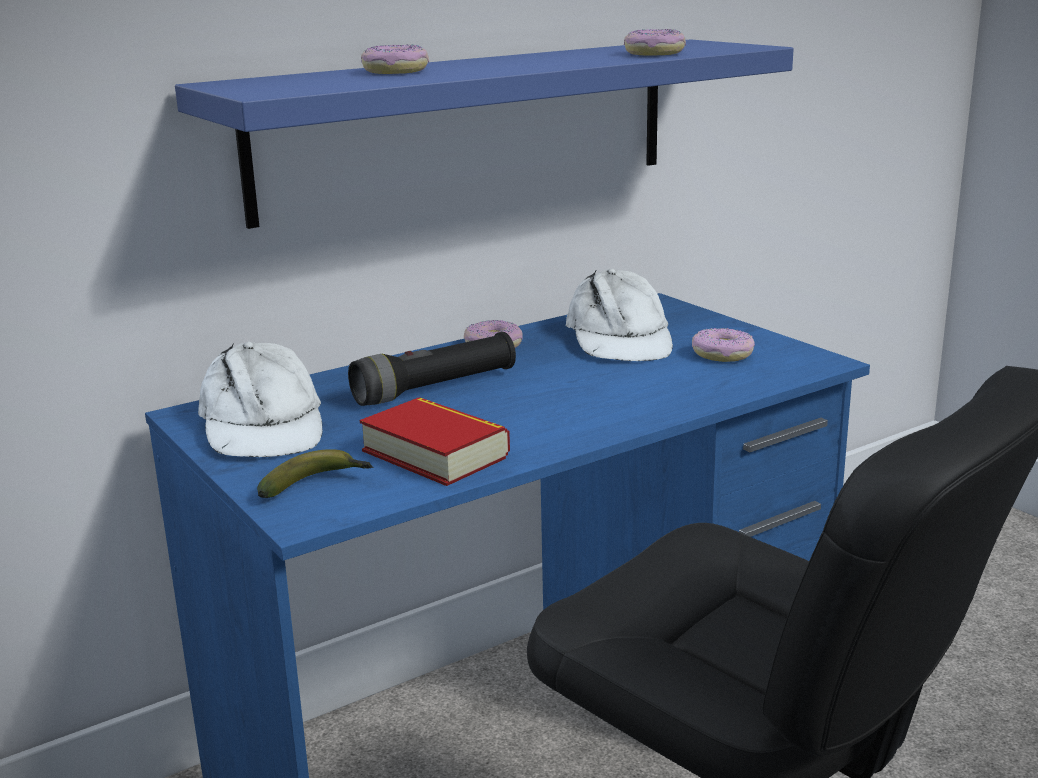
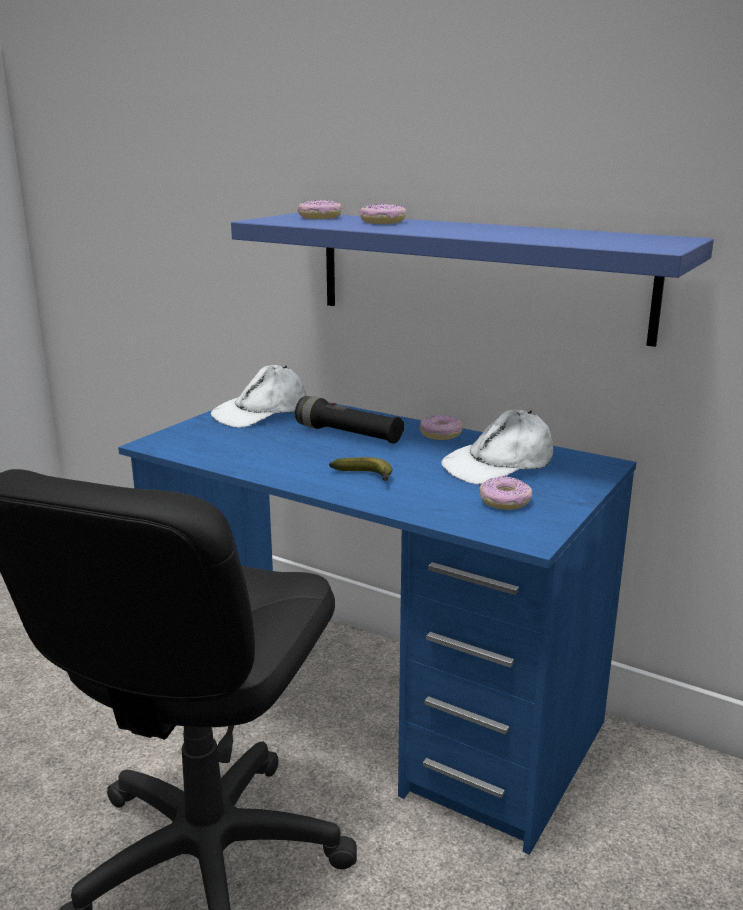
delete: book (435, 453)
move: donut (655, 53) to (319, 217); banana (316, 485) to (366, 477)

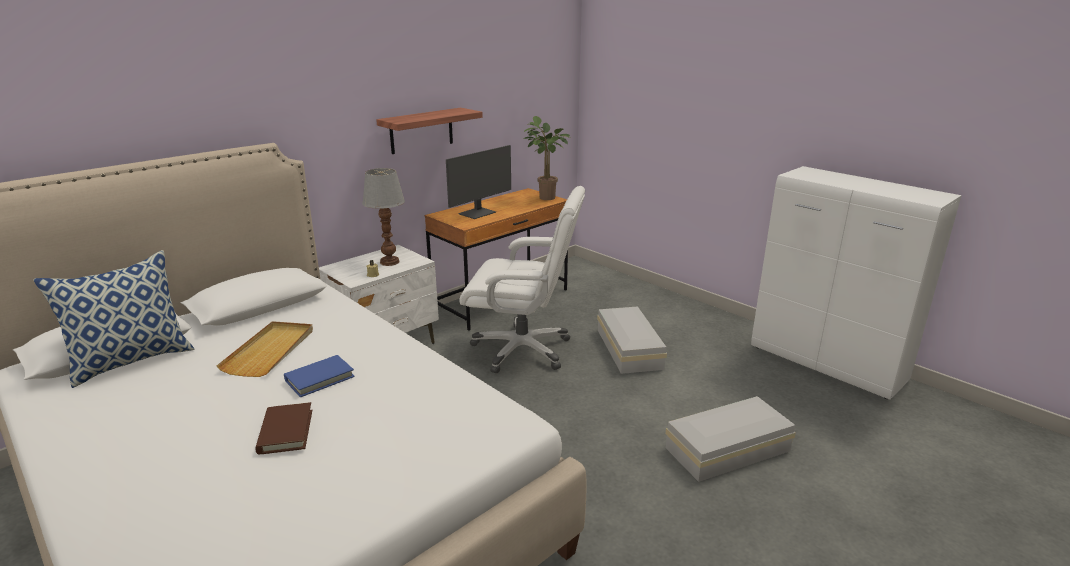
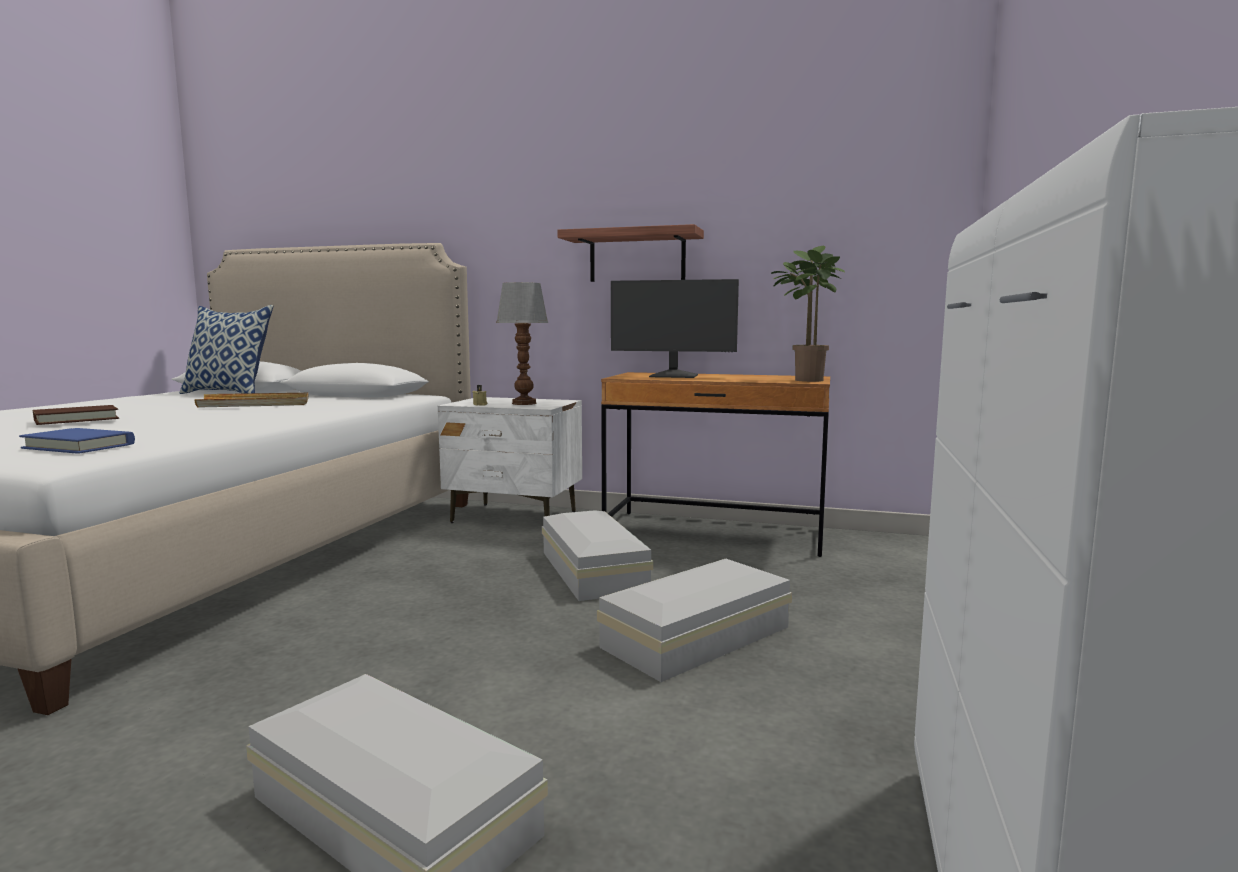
move: blue_book (319, 378) to (79, 446)
replace: white_office_chair (523, 349) to white_storage_box (592, 572)

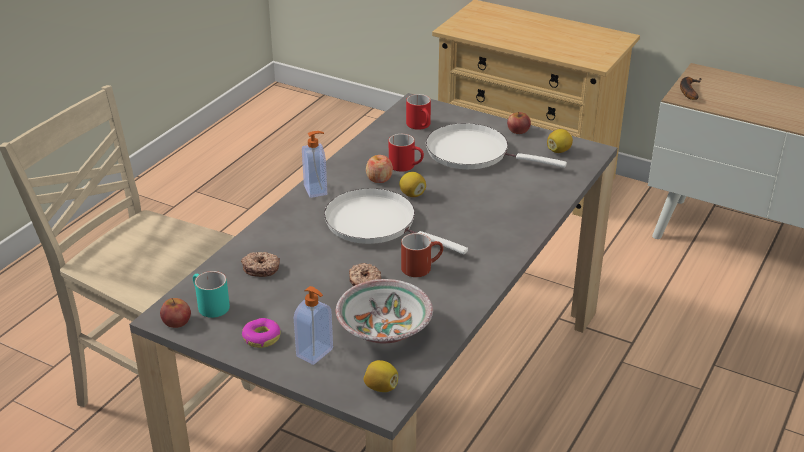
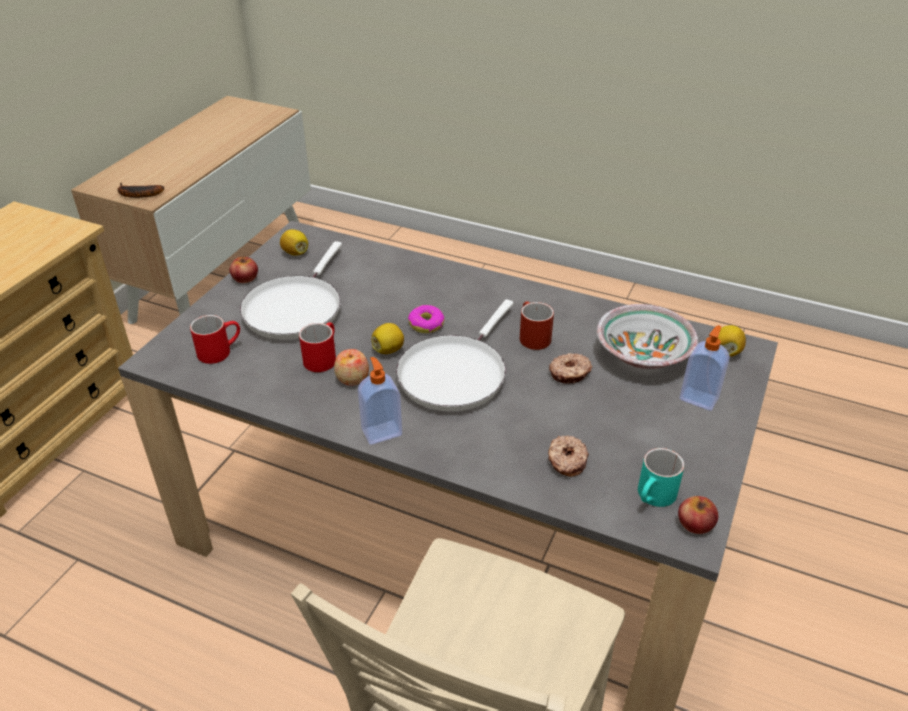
move: donut (261, 338) to (426, 324)

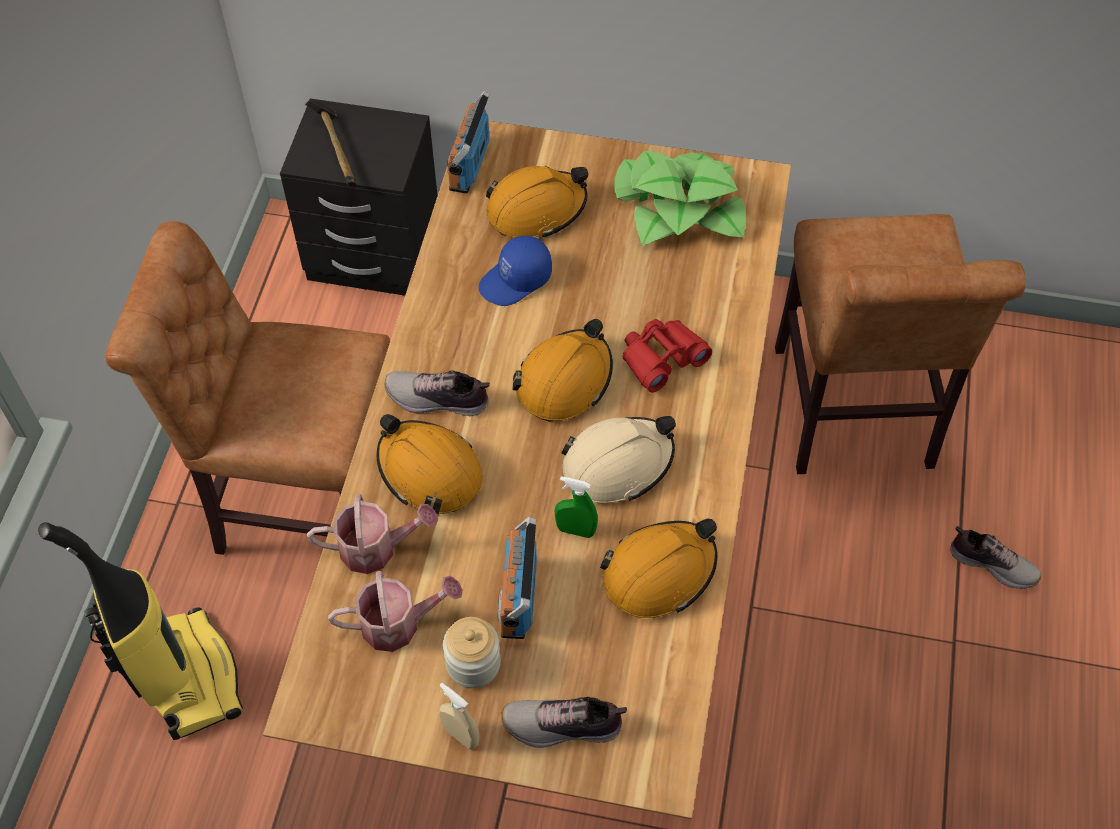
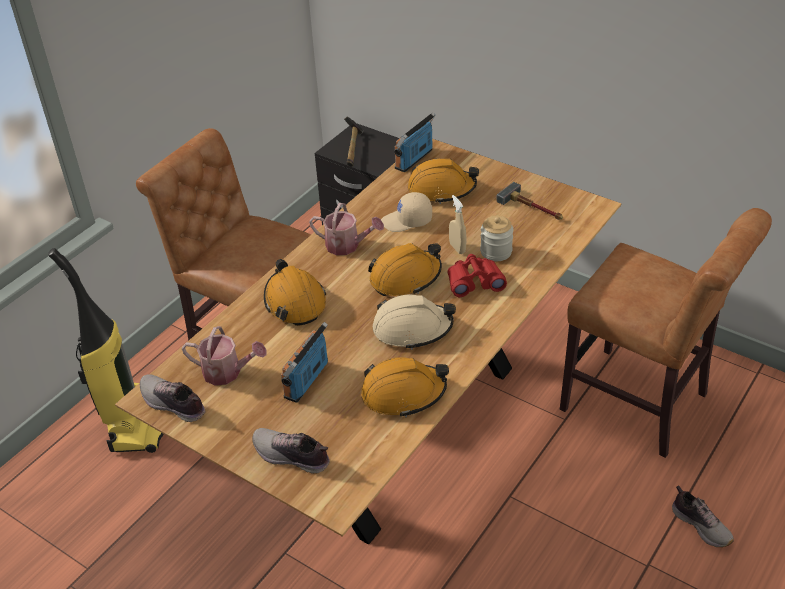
delete: green_spray_bottle (575, 530)
move: shoe (438, 400) to (173, 404); watering_can (376, 548) to (347, 246); beige_spray_bottle (461, 735) to (457, 248); jar (473, 664) to (496, 252)
replace: potted_plant (679, 207) to hammer (533, 208)
recolor: blue_cap (516, 280) to beige_cap (407, 221)
rotate: brown_chair (854, 416) = (641, 405) 75 degrees counterclockwise

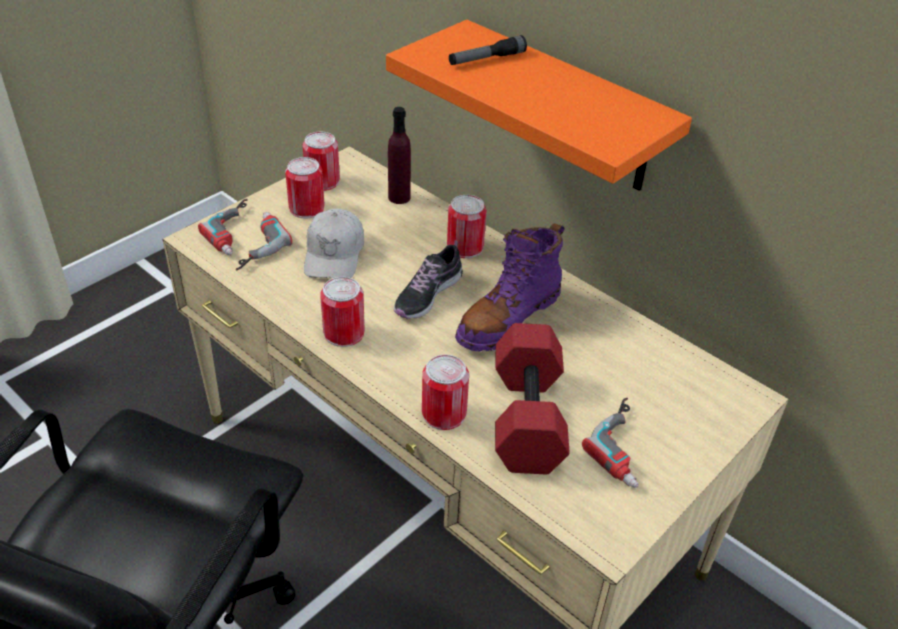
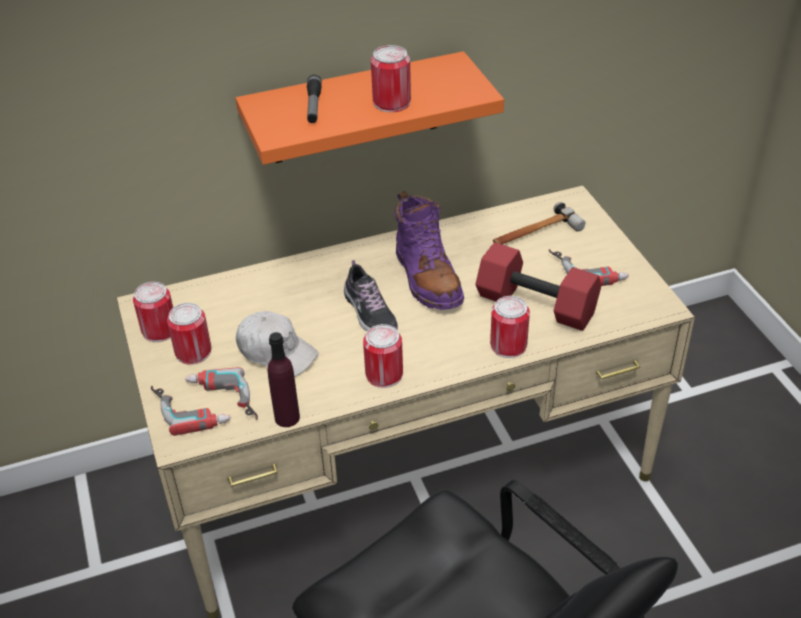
insert: hammer (535, 233)
move: purple_bottle (399, 197) to (287, 417); can (465, 247) to (391, 102)

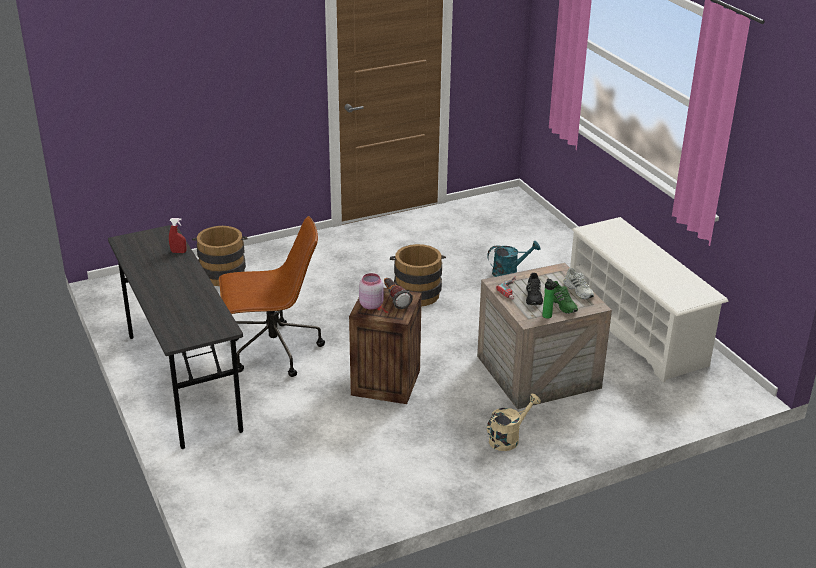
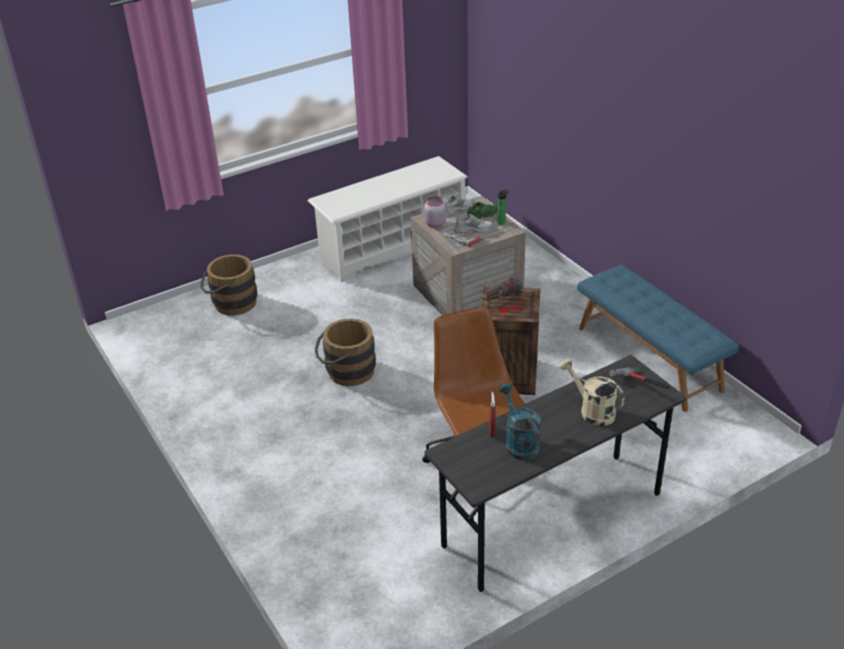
insert: blue_bench (649, 358); hammer (636, 388)
move: brown_bucket (223, 272) to (231, 303); pink_jar (371, 305) to (434, 224); turquoise_watering_can (509, 272) to (519, 442); beige_watering_can (508, 438) to (592, 411)
recolor: black_shoe (534, 297) to white_shoe (473, 229)

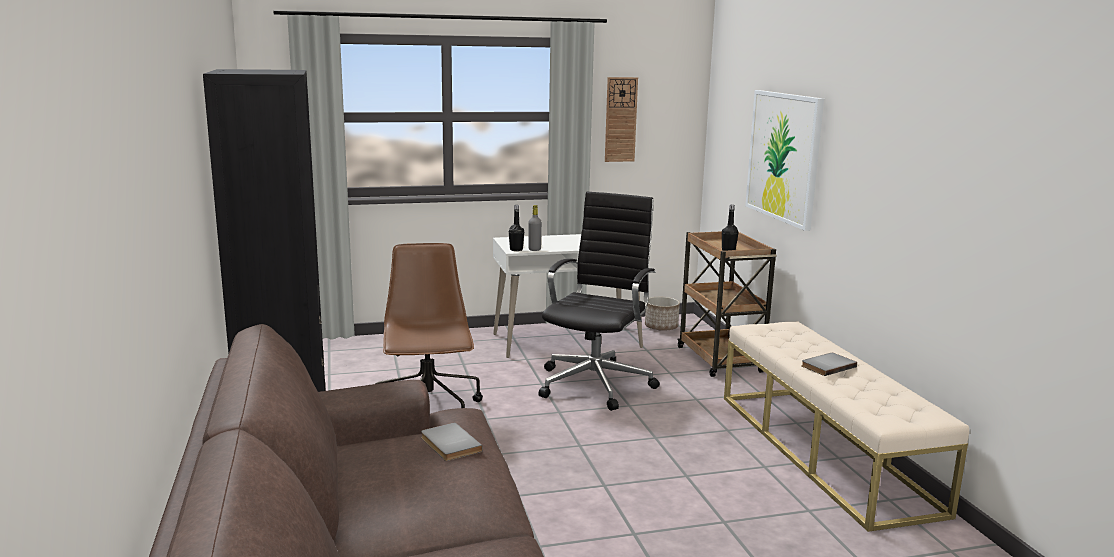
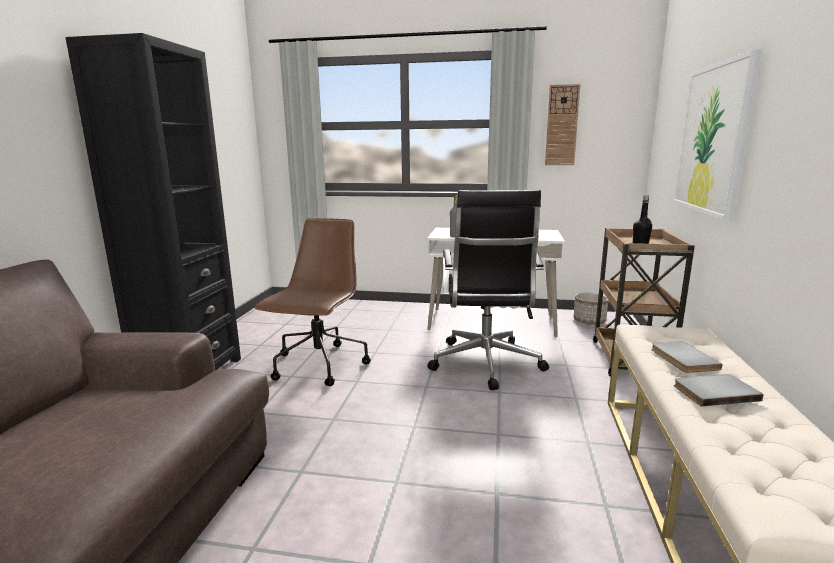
delete: black_bottle (516, 249)
move: grey_book (448, 444) to (681, 359)
rotate: black_office_chair (596, 383) = (485, 364) 135 degrees clockwise

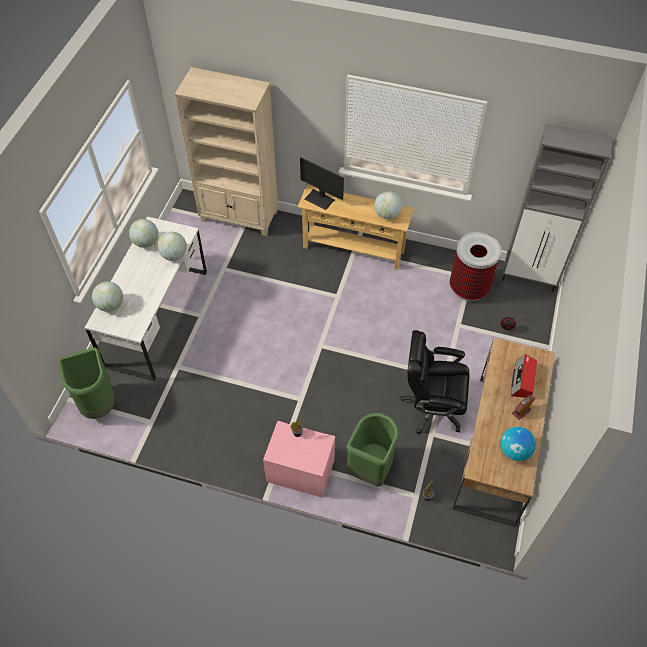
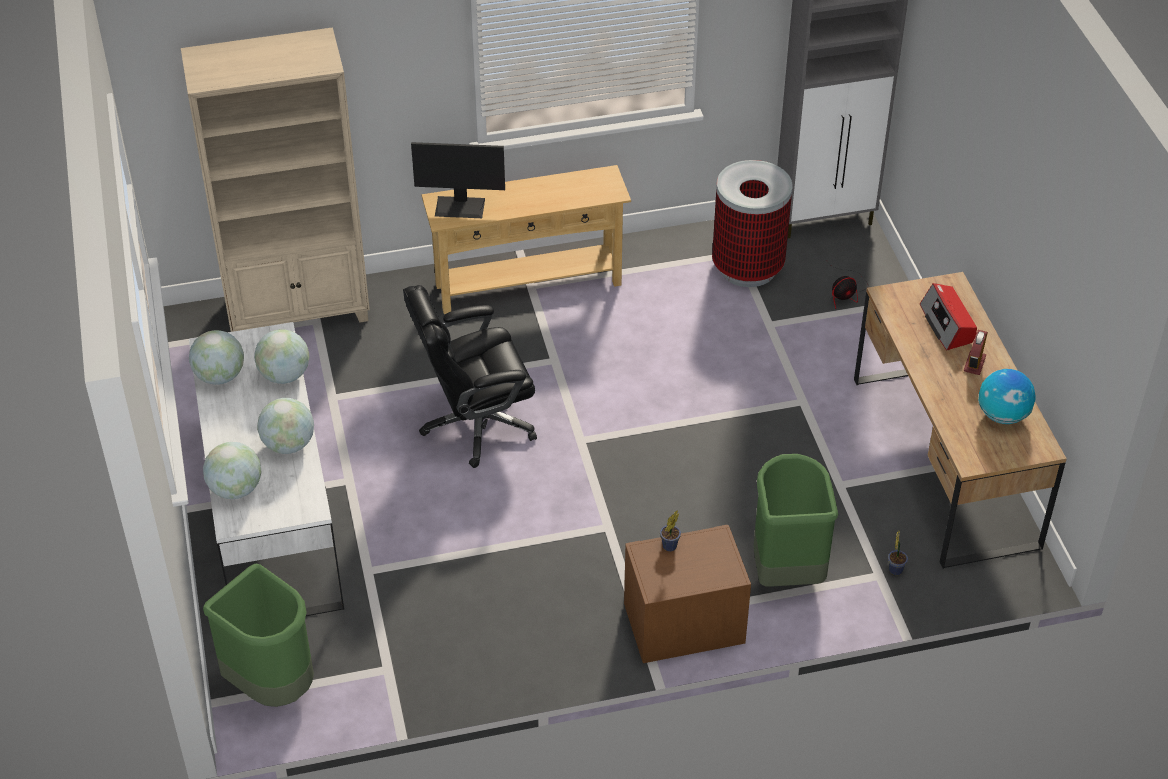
move: globe (387, 214) to (289, 445); black_office_chair (432, 406) to (476, 424)
recolor: pink_nightstand (300, 470) to brown_nightstand (683, 623)

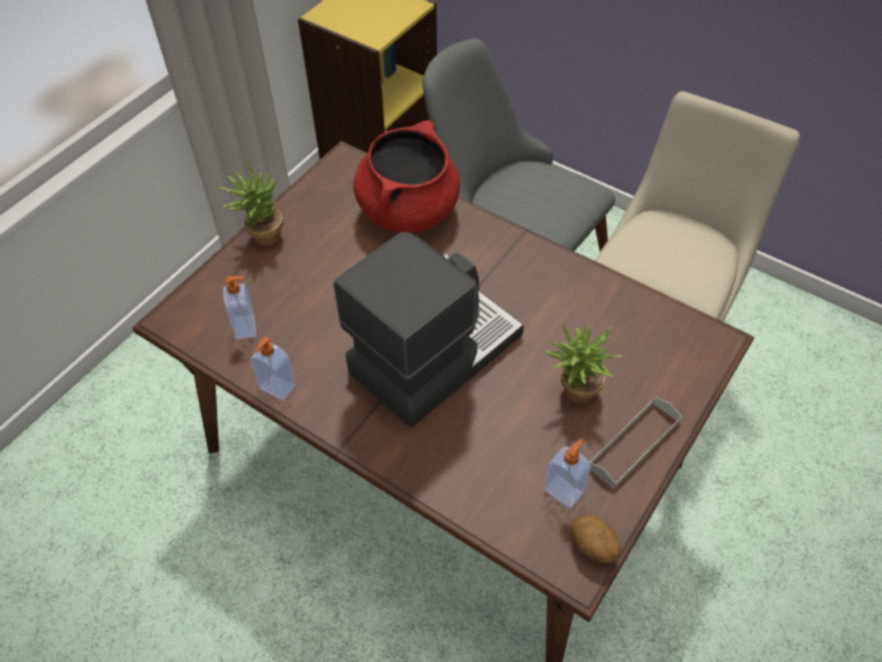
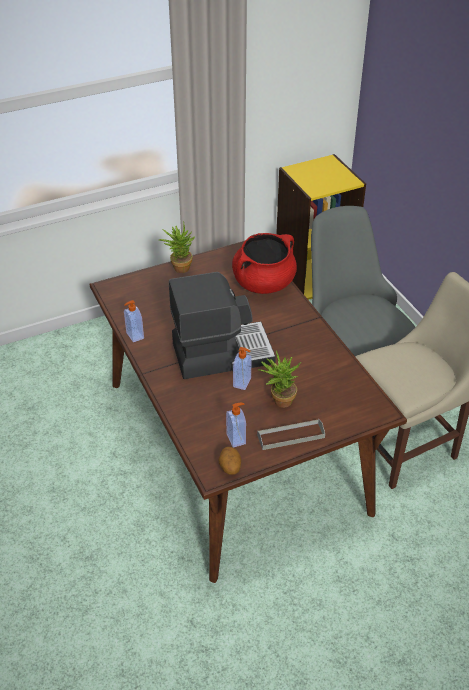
move: soap_dispenser (246, 327) to (242, 383)

